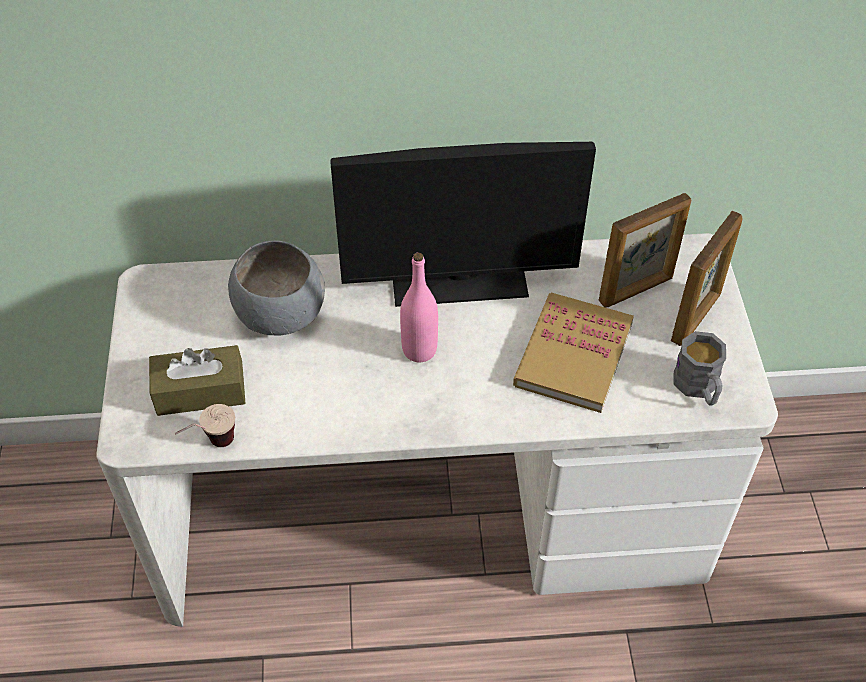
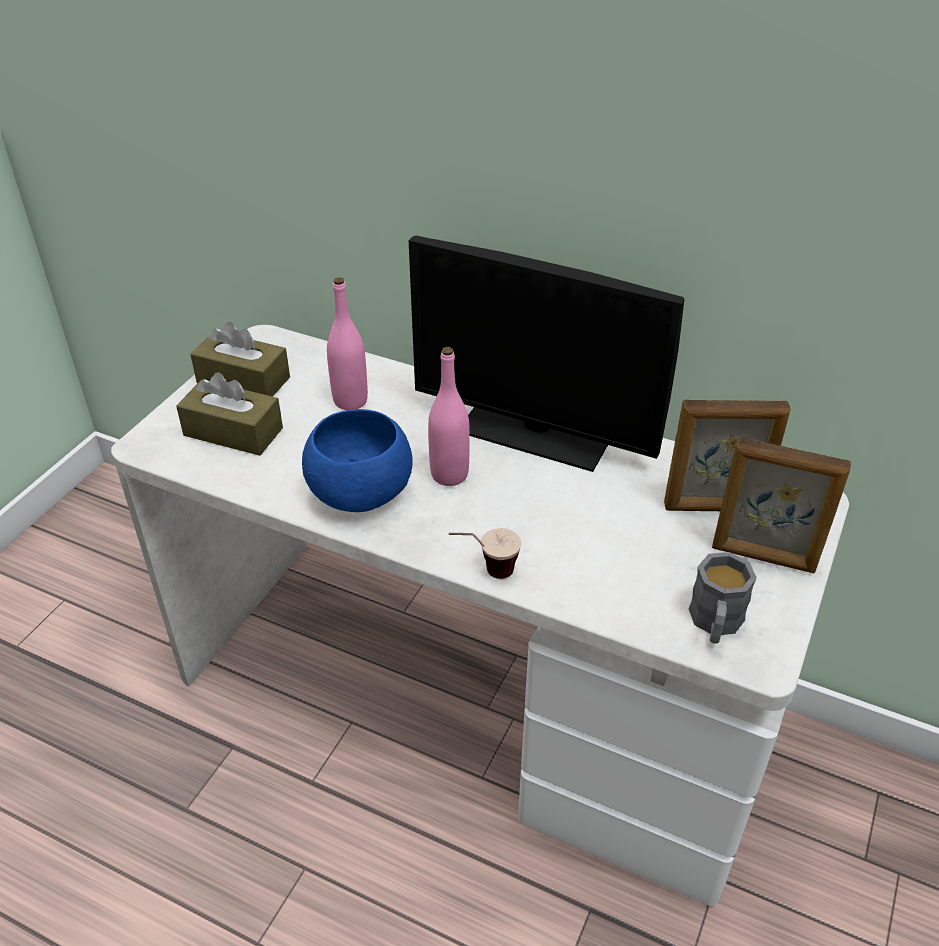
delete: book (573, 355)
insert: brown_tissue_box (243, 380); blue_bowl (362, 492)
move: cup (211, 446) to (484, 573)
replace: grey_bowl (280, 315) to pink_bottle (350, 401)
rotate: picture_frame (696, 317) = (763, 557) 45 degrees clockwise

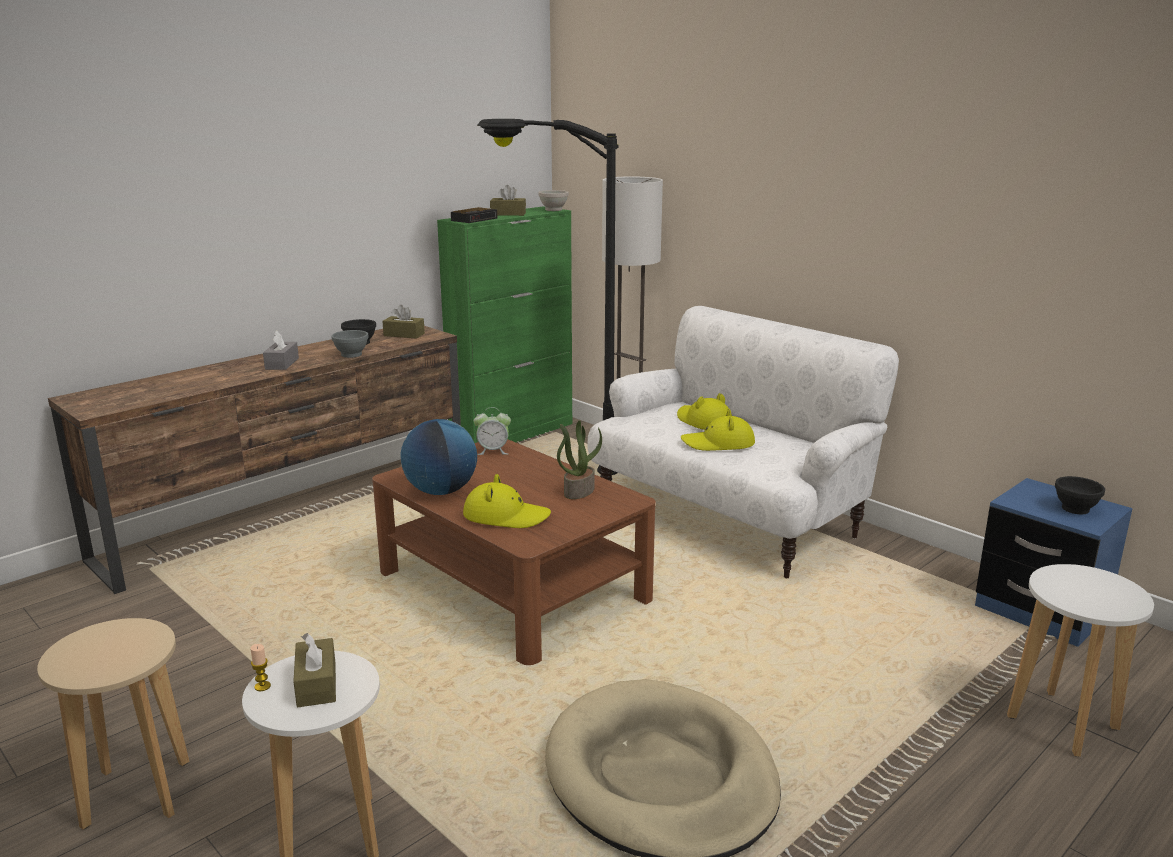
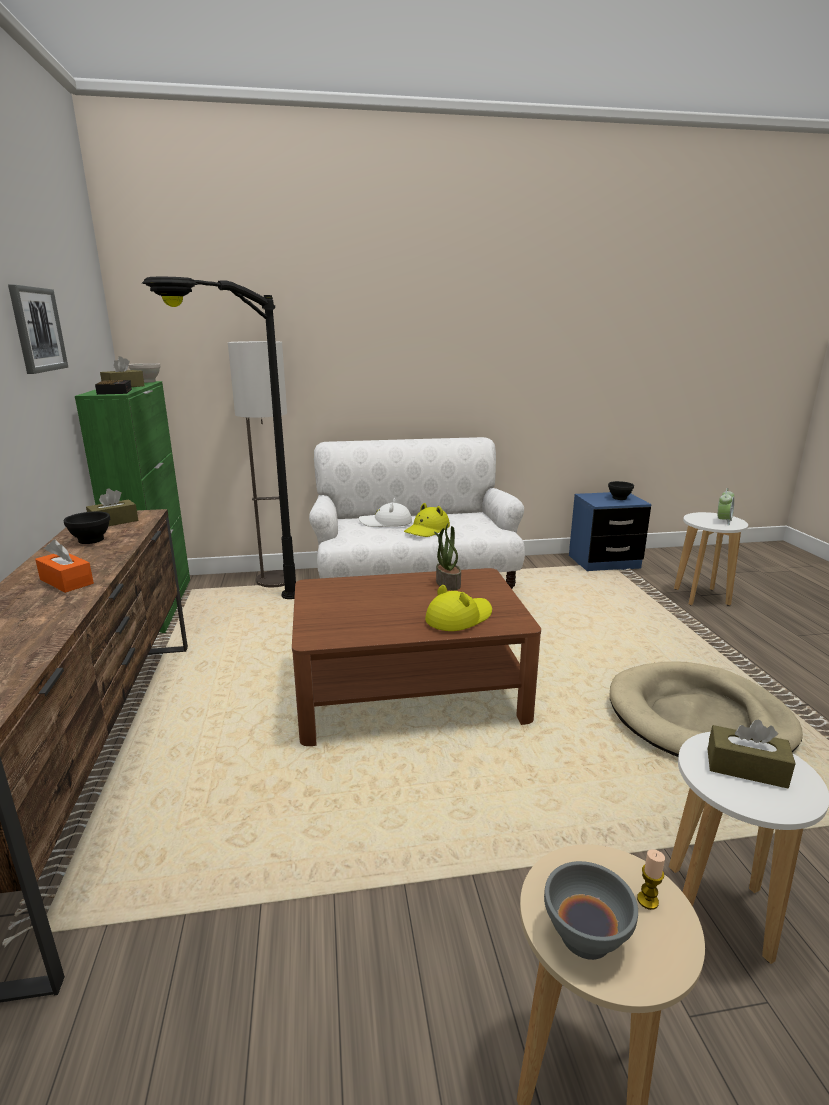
delete: globe (441, 491)
insert: picture (37, 329)
move: grey_bowl (352, 354) to (584, 934); candle (262, 686) to (647, 900); alarm_clock (493, 451) to (723, 521)
recolor: grey_tissue_box (282, 363) to orange_tissue_box (66, 581); yellow_hat (703, 421) to white_hat (386, 523)

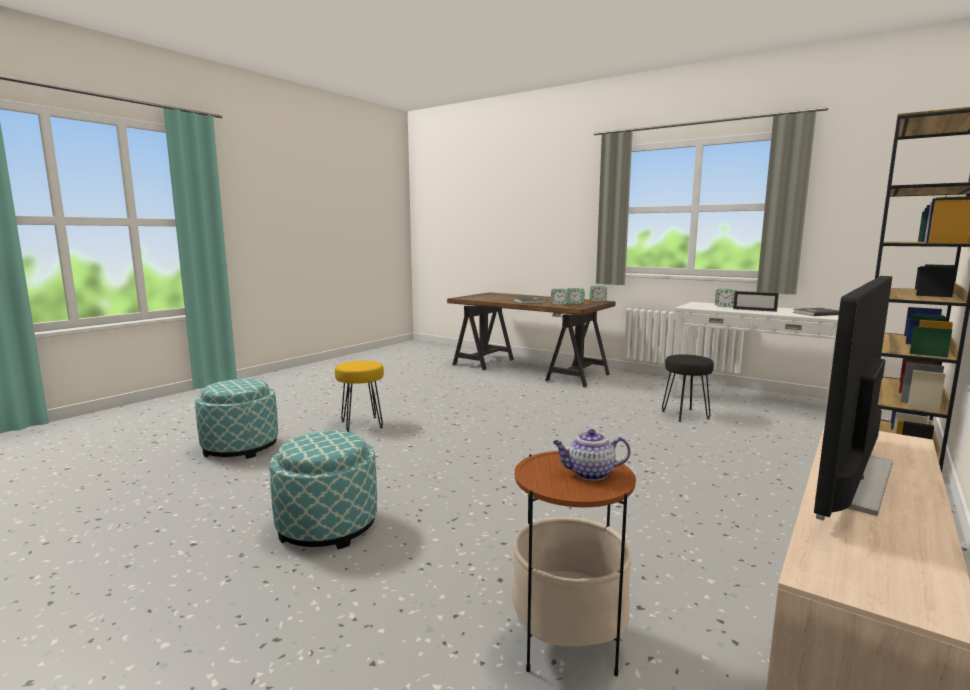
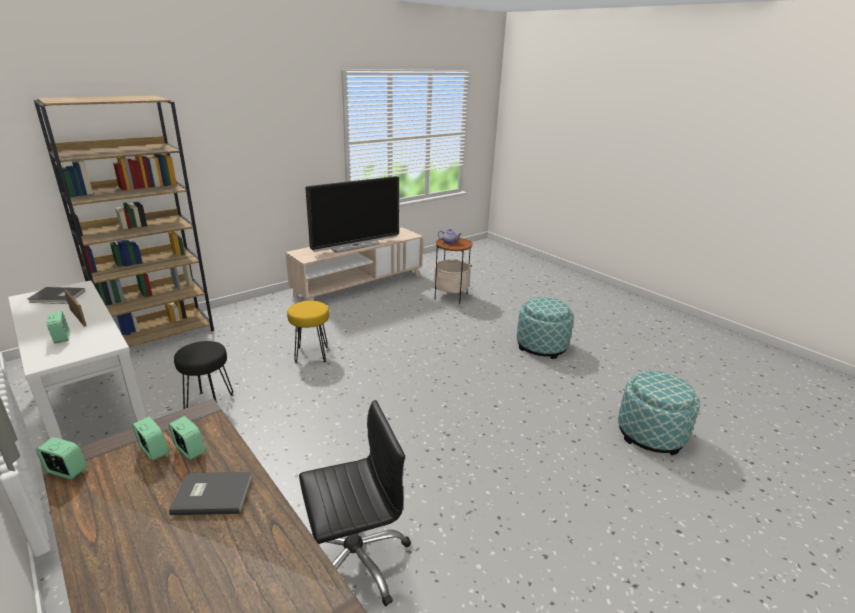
insert: black_office_chair (354, 560)
move: yellow_stool (362, 424) to (311, 354)

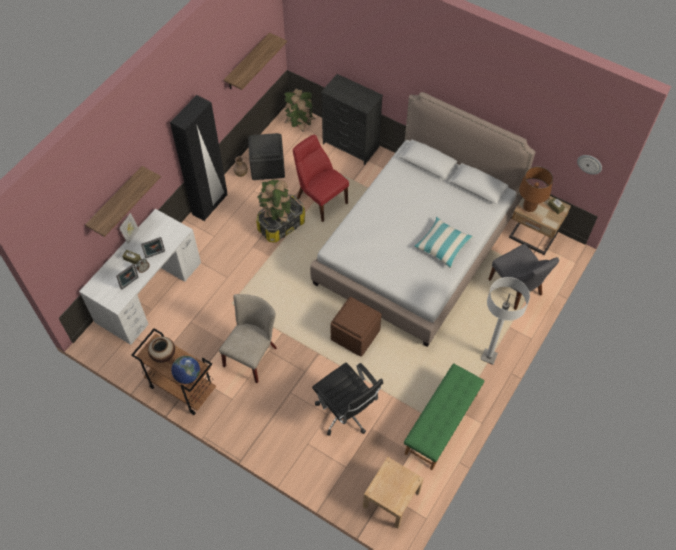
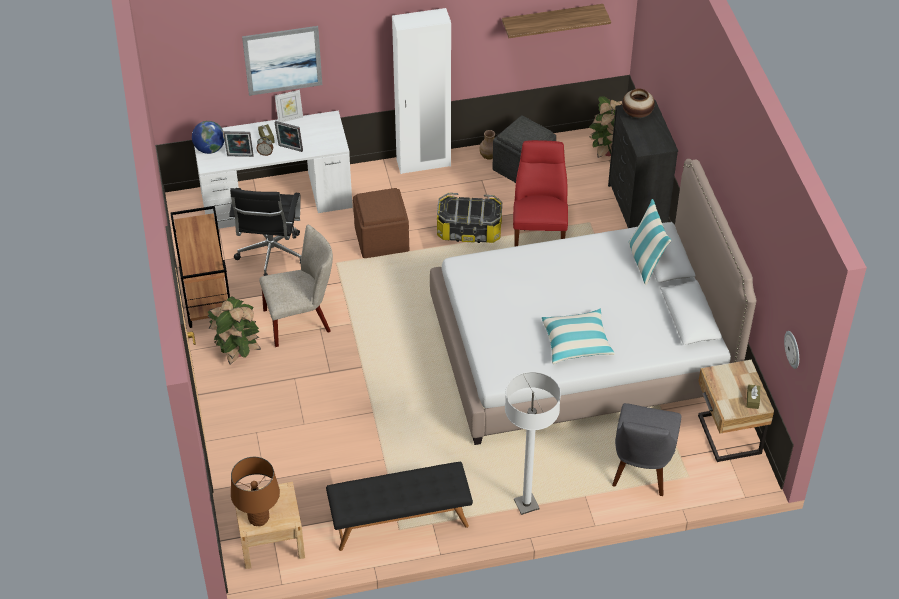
insert: pillow (645, 261)
move: globe (187, 375) to (209, 149); potted_plant (276, 214) to (237, 350); black_office_chair (346, 413) to (271, 256); brown_table_lamp (529, 207) to (259, 518); brown_ottoman (356, 334) to (382, 239); vase (163, 355) to (637, 114)
replace: shelf (116, 200) to picture (282, 60)
recolor: green_bench (441, 424) to black_bench (400, 521); black_wardrobe (210, 205) to white_wardrobe (423, 163)

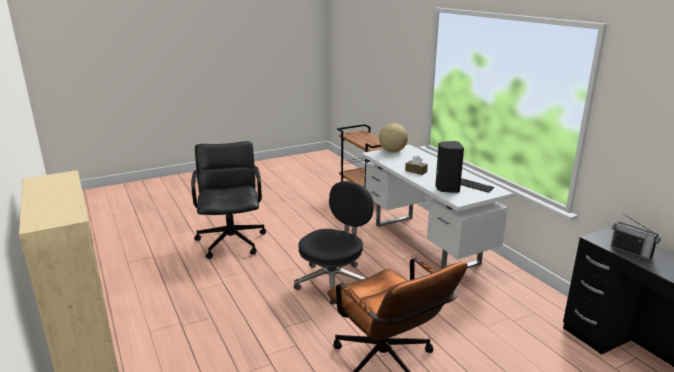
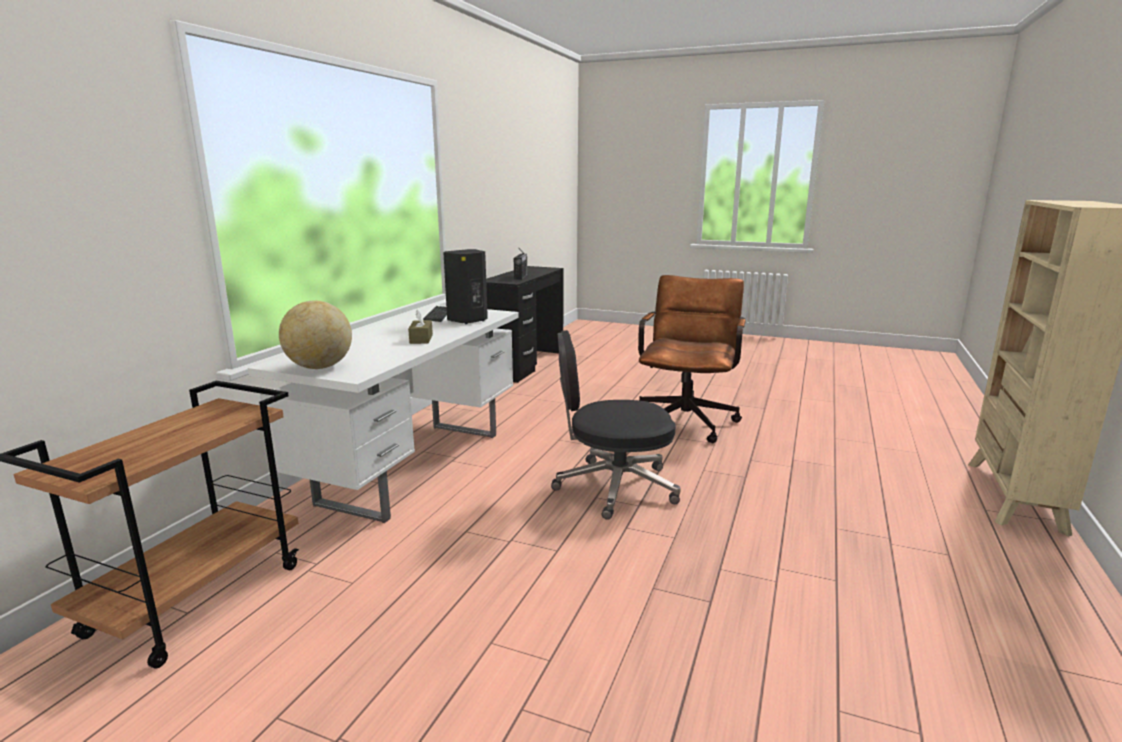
delete: black_office_chair (231, 239)

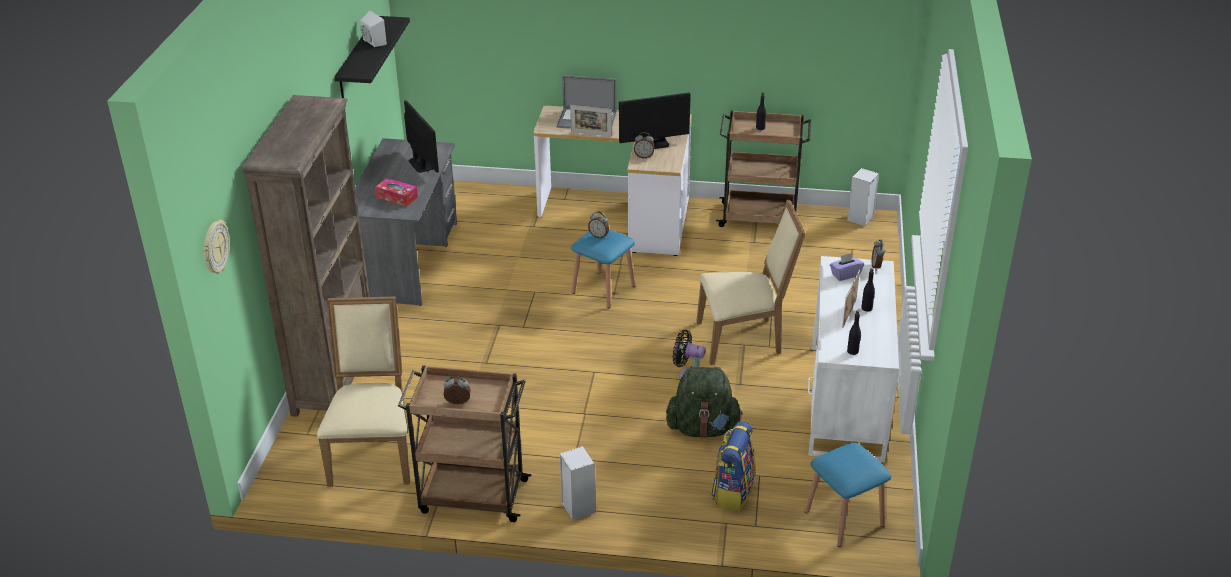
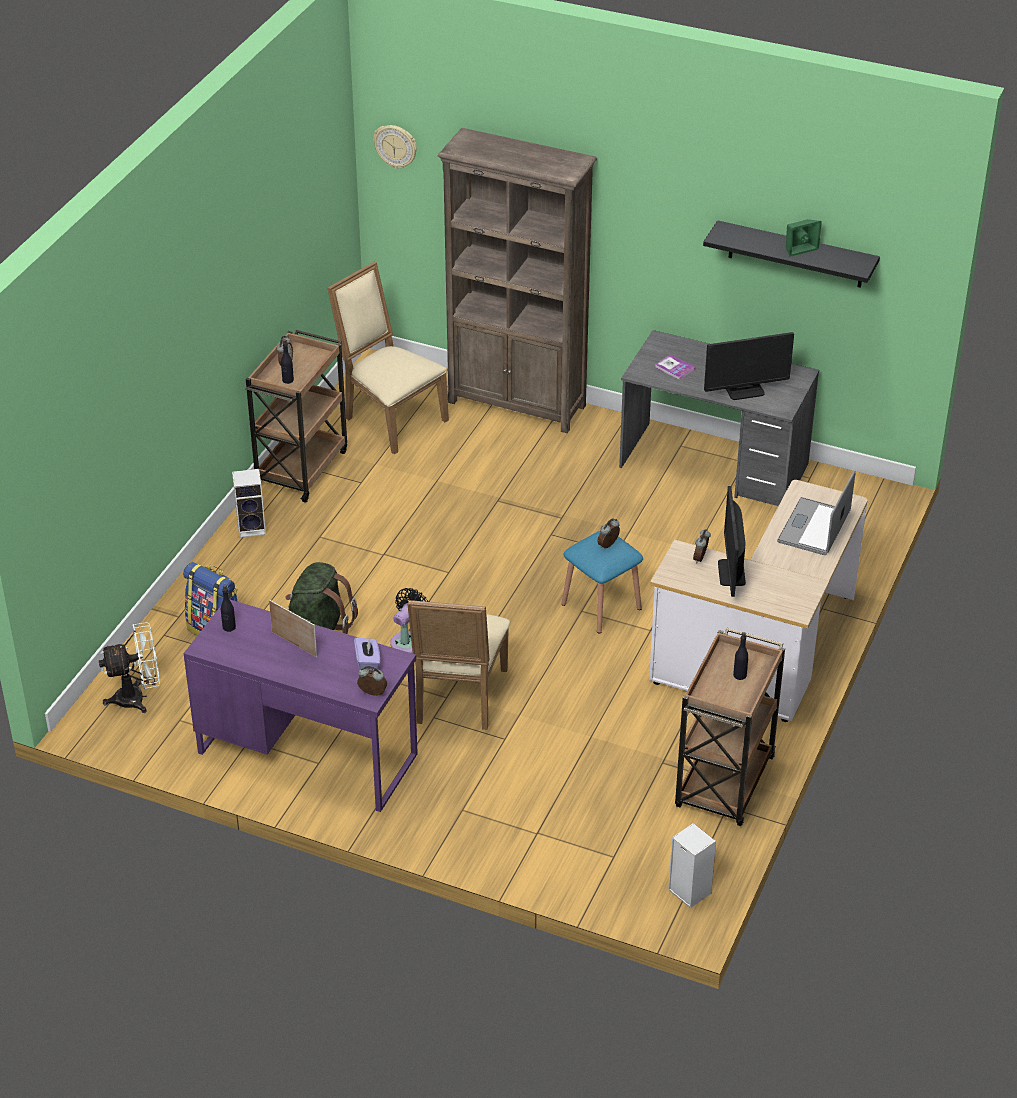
delete: picture_frame (591, 134)
move: black_bottle (867, 308) to (288, 380)
replace: blue_stool (844, 518) to white_fan (138, 698); tissue_box (397, 197) to book (674, 368)
recolor: white_desk (846, 401) to purple_desk (307, 753); white_speaker (372, 42) to green_speaker (799, 248)
rotate: beige_chair (373, 453) = (390, 418) 150 degrees counterclockwise

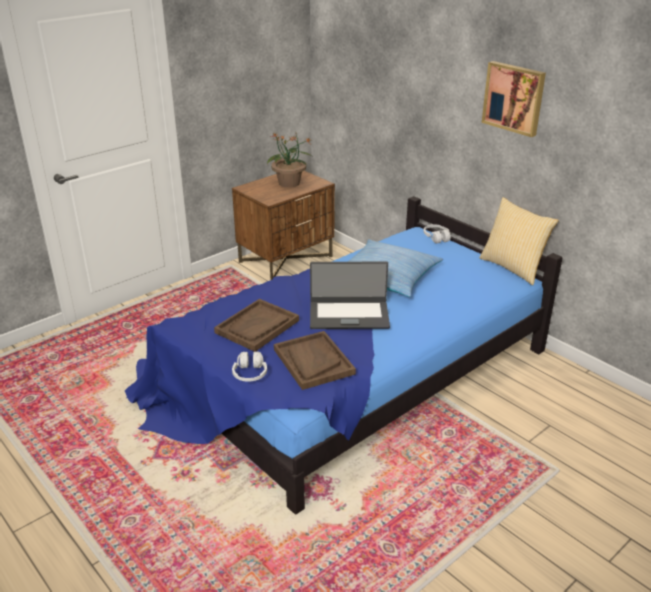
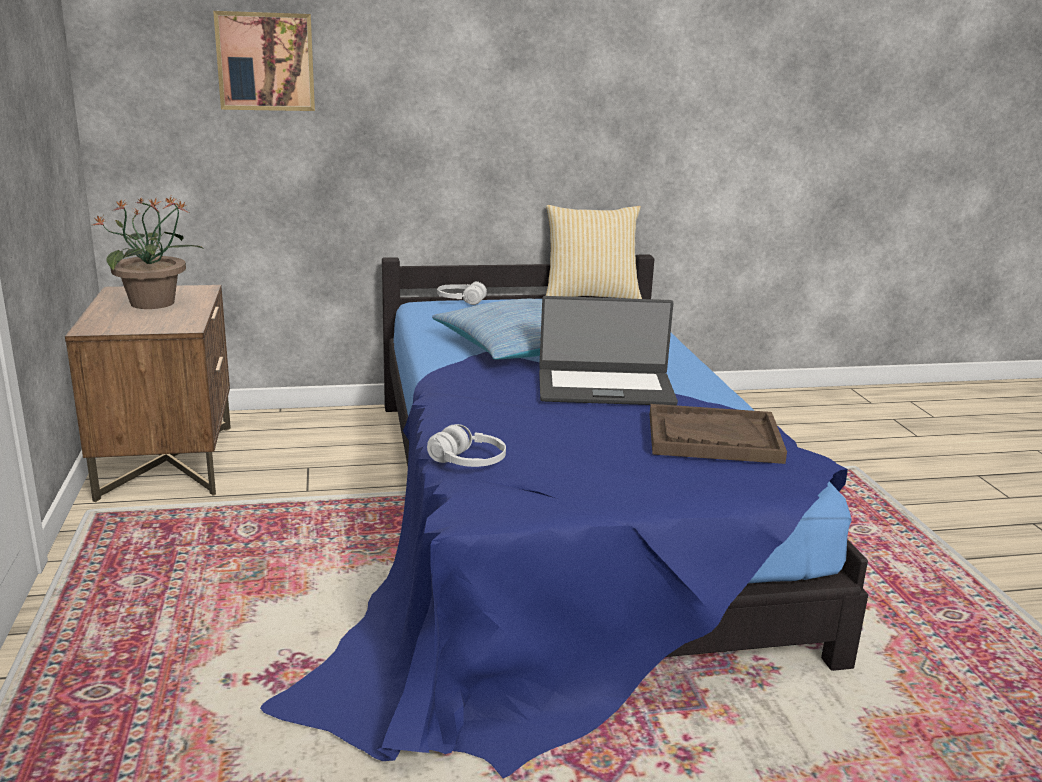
delete: brown_tray (257, 327)
move: picture (514, 98) to (266, 61); white_headphones (250, 374) to (468, 462)
rotate: laptop (349, 315) = (605, 388) 60 degrees clockwise

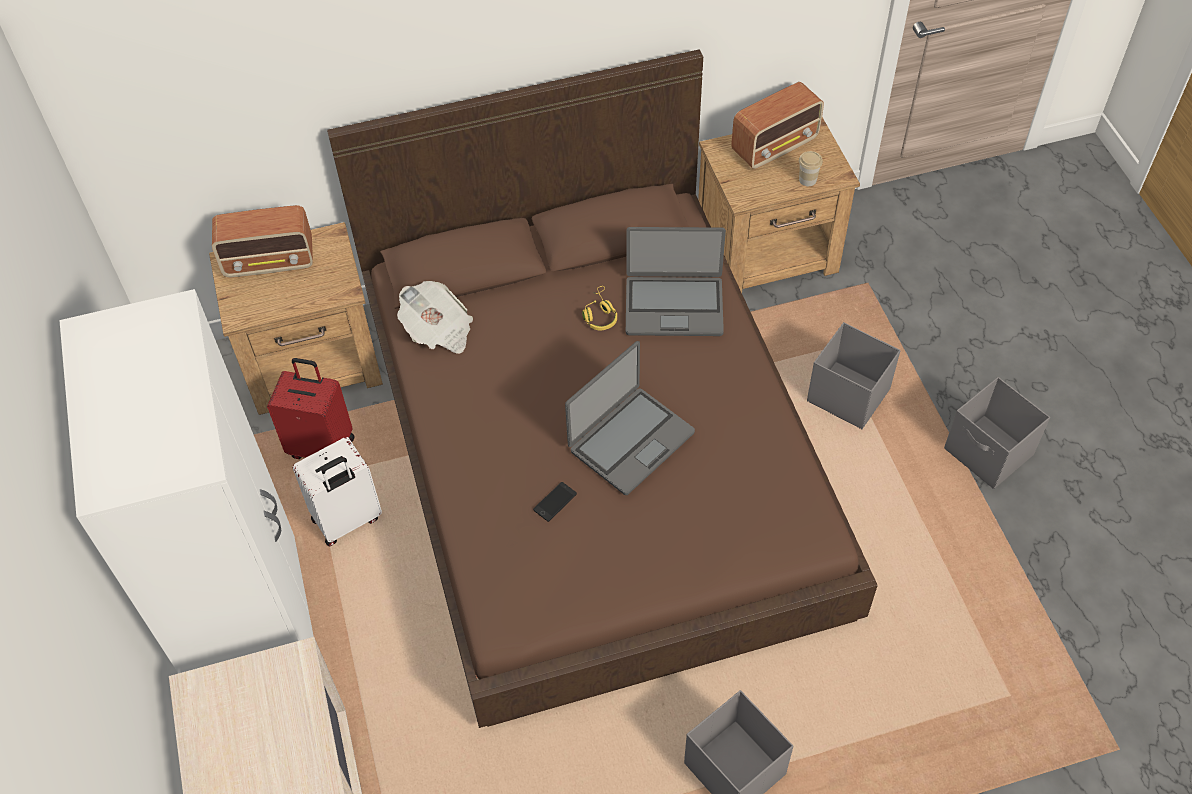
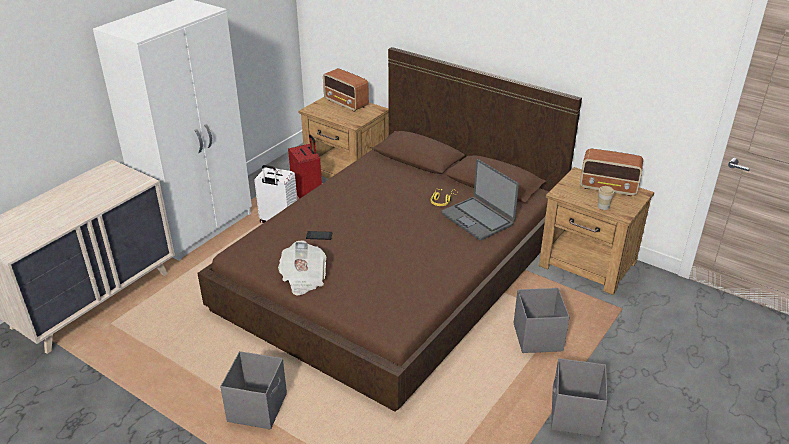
delete: laptop (630, 441)
move: newspaper (438, 330) to (303, 279)

